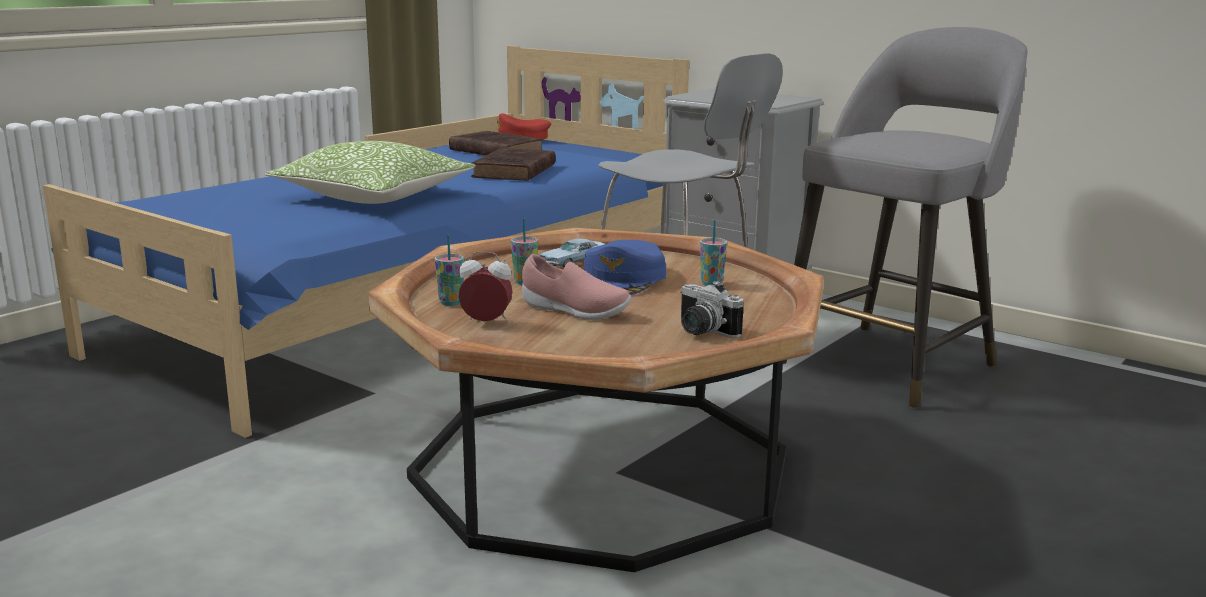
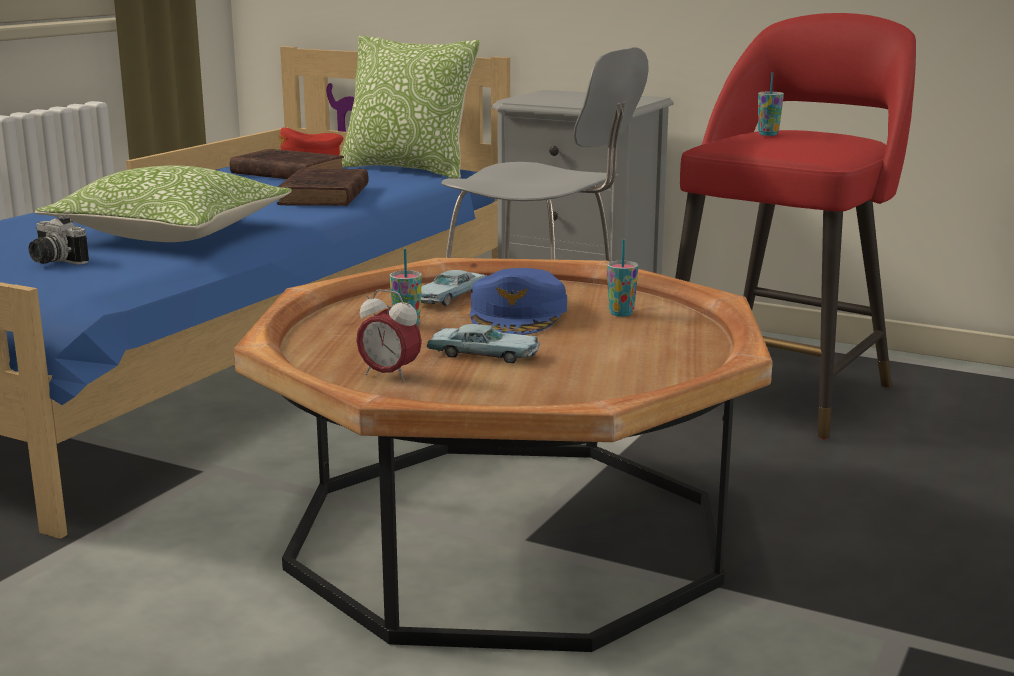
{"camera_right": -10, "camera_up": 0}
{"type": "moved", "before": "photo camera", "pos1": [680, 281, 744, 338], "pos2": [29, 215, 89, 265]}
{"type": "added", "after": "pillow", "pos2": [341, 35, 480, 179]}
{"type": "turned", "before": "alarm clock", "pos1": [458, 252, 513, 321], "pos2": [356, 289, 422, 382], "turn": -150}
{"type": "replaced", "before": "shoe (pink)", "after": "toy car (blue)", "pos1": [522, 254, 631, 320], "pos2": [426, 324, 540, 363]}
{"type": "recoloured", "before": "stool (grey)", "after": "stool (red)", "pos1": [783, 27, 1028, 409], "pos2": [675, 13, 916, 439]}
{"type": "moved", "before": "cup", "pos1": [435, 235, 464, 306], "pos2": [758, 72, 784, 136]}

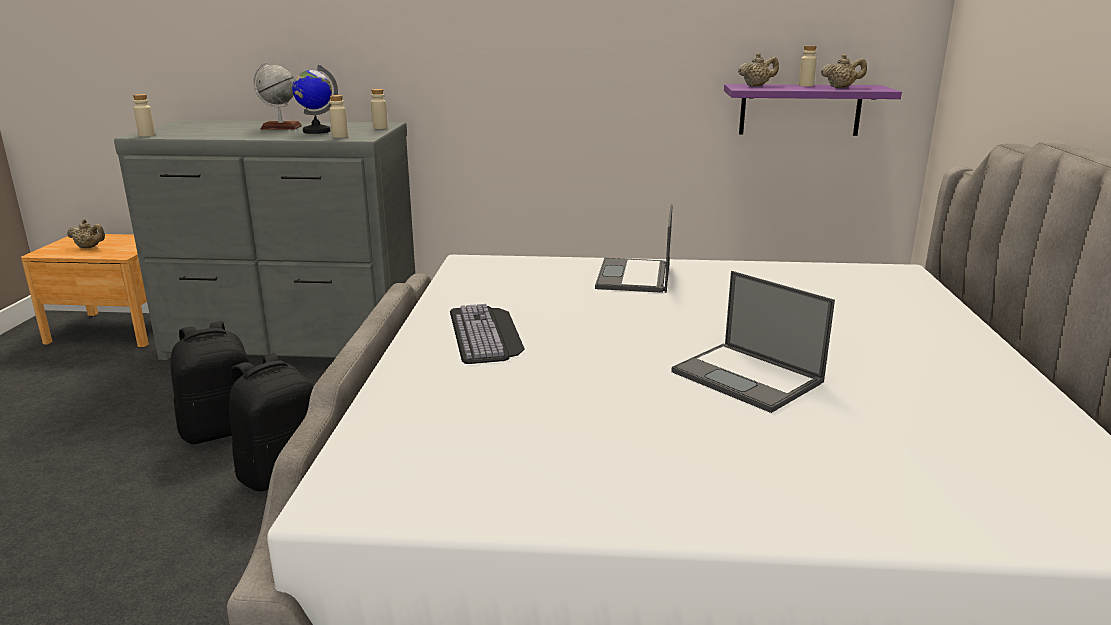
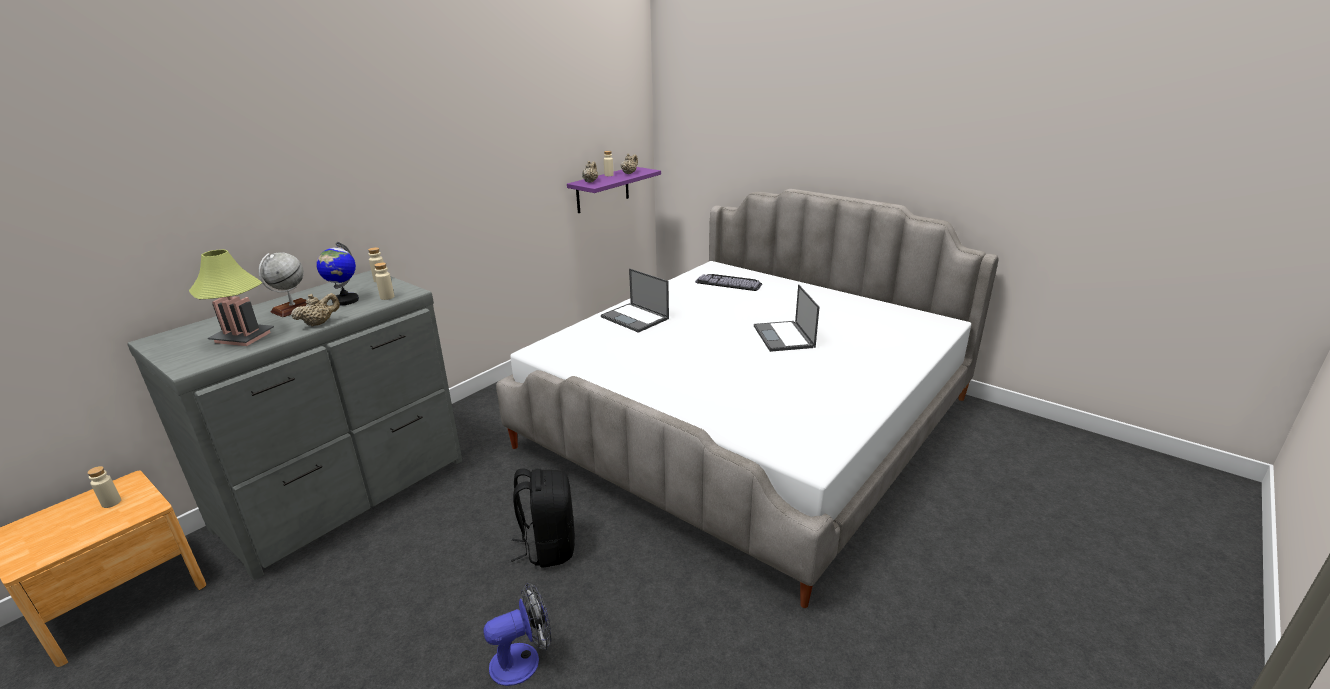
{"camera_right": -55, "camera_up": 5}
{"type": "moved", "before": "bottle (beige)", "pos1": [133, 94, 155, 137], "pos2": [87, 466, 121, 508]}
{"type": "added", "after": "table lamp", "pos2": [189, 249, 274, 346]}
{"type": "moved", "before": "teapot (beige)", "pos1": [67, 219, 105, 248], "pos2": [291, 293, 340, 327]}
{"type": "added", "after": "fan", "pos2": [483, 583, 551, 686]}
{"type": "moved", "before": "keyboard", "pos1": [450, 304, 525, 364], "pos2": [695, 274, 762, 291]}
{"type": "turned", "before": "laptop", "pos1": [671, 271, 835, 413], "pos2": [754, 284, 819, 352], "turn": 90}
{"type": "removed", "before": "backpack (black)", "pos1": [170, 322, 249, 444]}

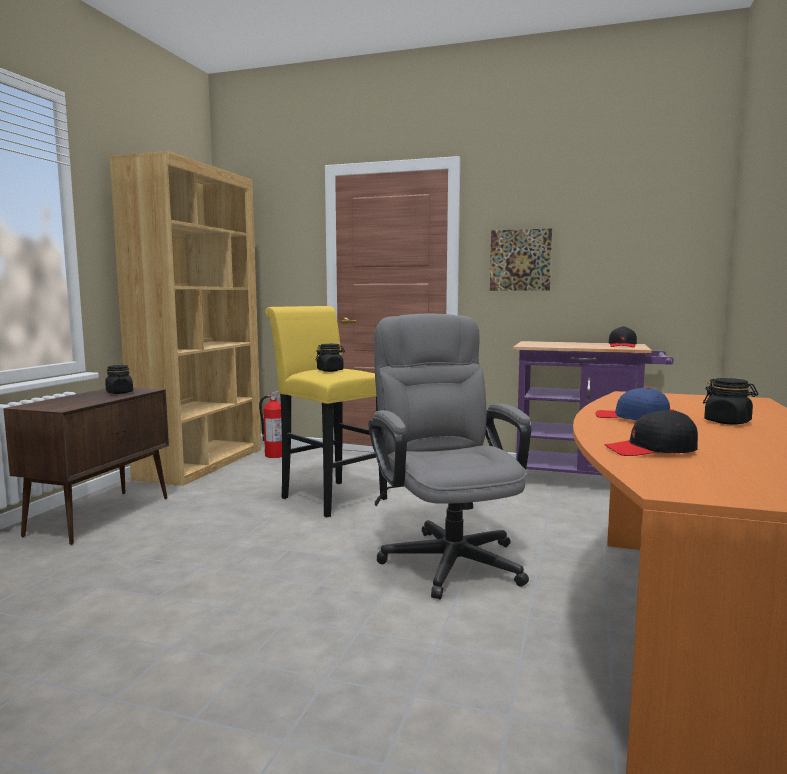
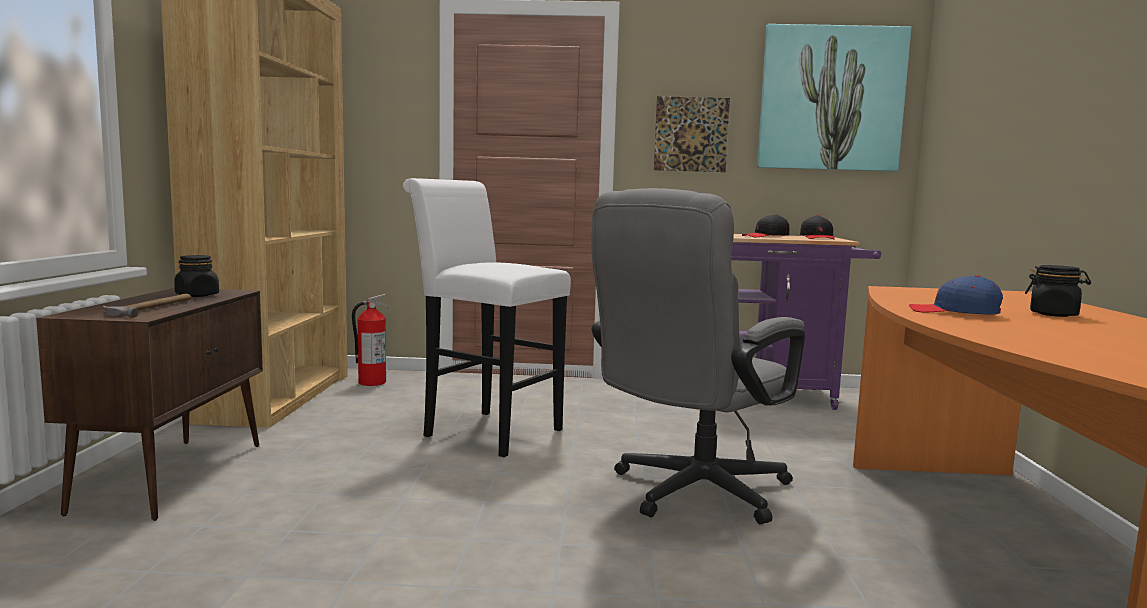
{"camera_right": -15, "camera_up": 0}
{"type": "added", "after": "hammer", "pos2": [103, 294, 191, 317]}
{"type": "recoloured", "before": "stool (yellow)", "after": "stool (white)", "pos1": [265, 306, 387, 517], "pos2": [403, 178, 571, 457]}
{"type": "turned", "before": "office chair (grey)", "pos1": [368, 314, 531, 600], "pos2": [591, 188, 805, 525], "turn": -105}
{"type": "moved", "before": "cap (black)", "pos1": [604, 409, 698, 456], "pos2": [742, 214, 789, 237]}
{"type": "added", "after": "picture", "pos2": [757, 24, 912, 171]}
{"type": "removed", "before": "jar (black)", "pos1": [316, 344, 345, 372]}

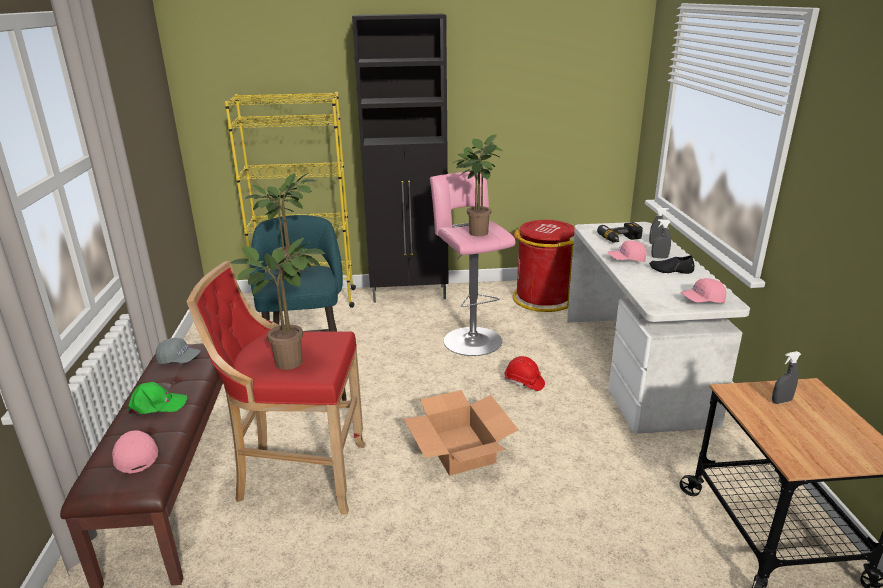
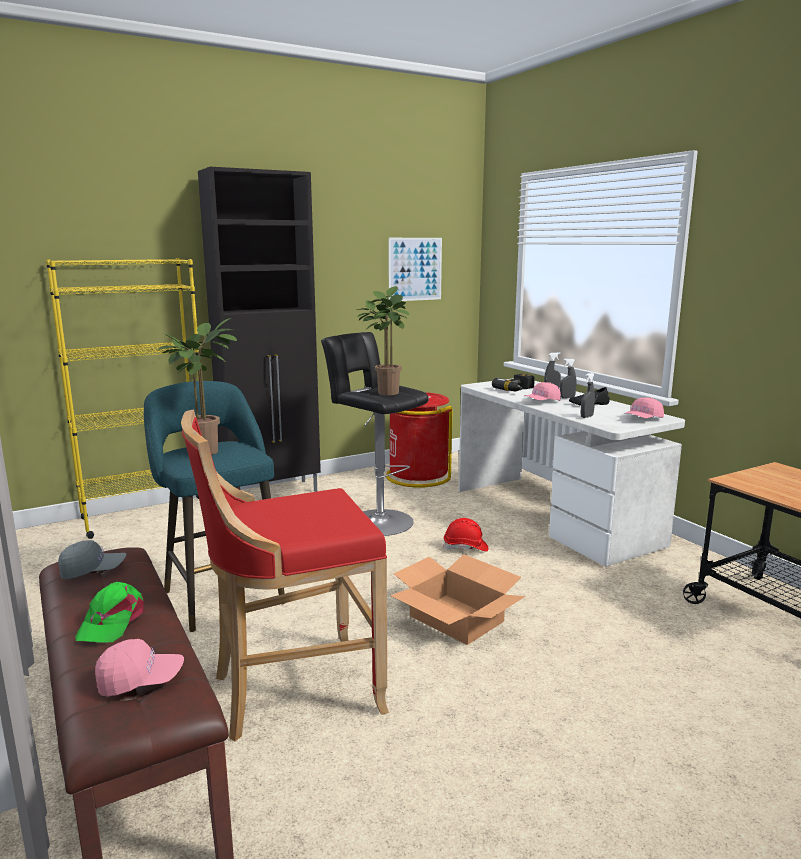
{"camera_right": -25, "camera_up": -10}
{"type": "turned", "before": "cap (green)", "pos1": [127, 382, 187, 416], "pos2": [75, 582, 144, 643], "turn": 135}
{"type": "turned", "before": "cap (pink)", "pos1": [112, 430, 159, 474], "pos2": [95, 639, 184, 696], "turn": 135}
{"type": "recoloured", "before": "stool (pink)", "after": "stool (black)", "pos1": [430, 172, 516, 356], "pos2": [321, 332, 429, 536]}
{"type": "added", "after": "picture", "pos2": [388, 238, 442, 301]}
{"type": "moved", "before": "spray bottle (grey)", "pos1": [772, 351, 801, 404], "pos2": [581, 373, 595, 418]}
{"type": "removed", "before": "potted plant", "pos1": [230, 238, 325, 370]}

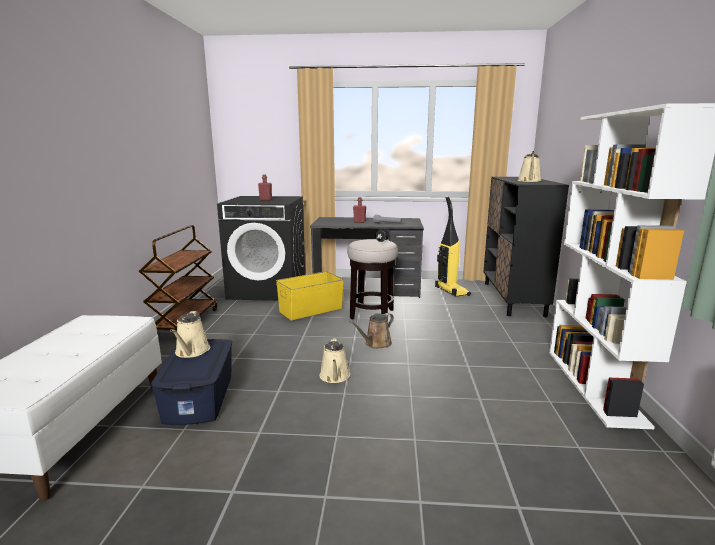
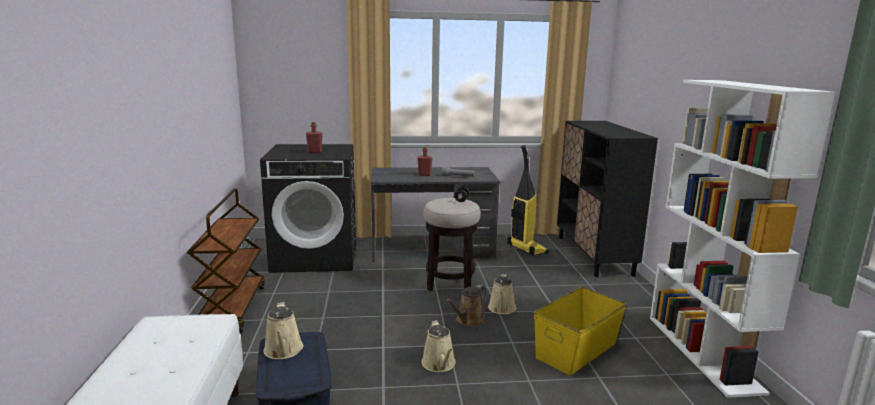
{"camera_right": -10, "camera_up": 0}
{"type": "moved", "before": "watering can (beige)", "pos1": [518, 151, 542, 182], "pos2": [488, 274, 516, 314]}
{"type": "moved", "before": "storage box (yellow)", "pos1": [276, 271, 344, 320], "pos2": [534, 287, 627, 375]}

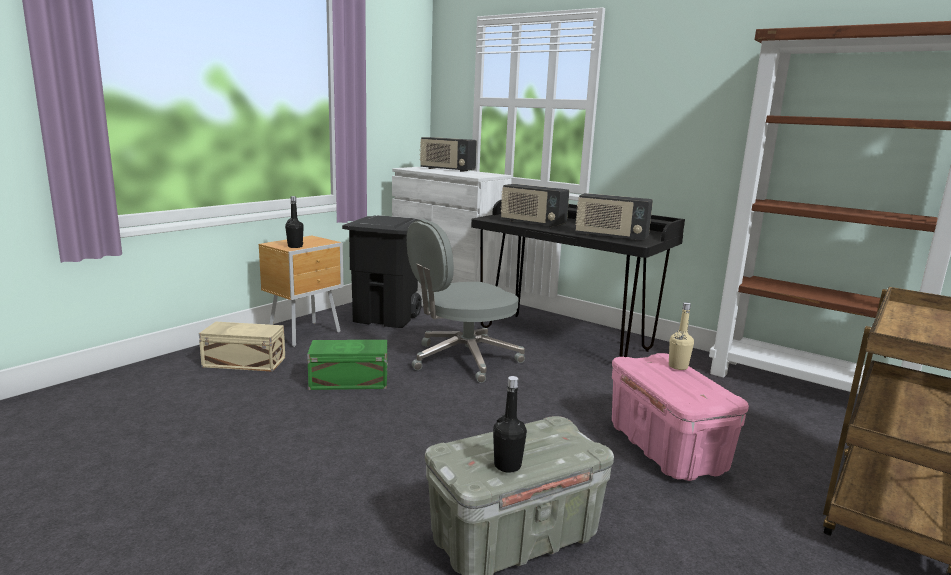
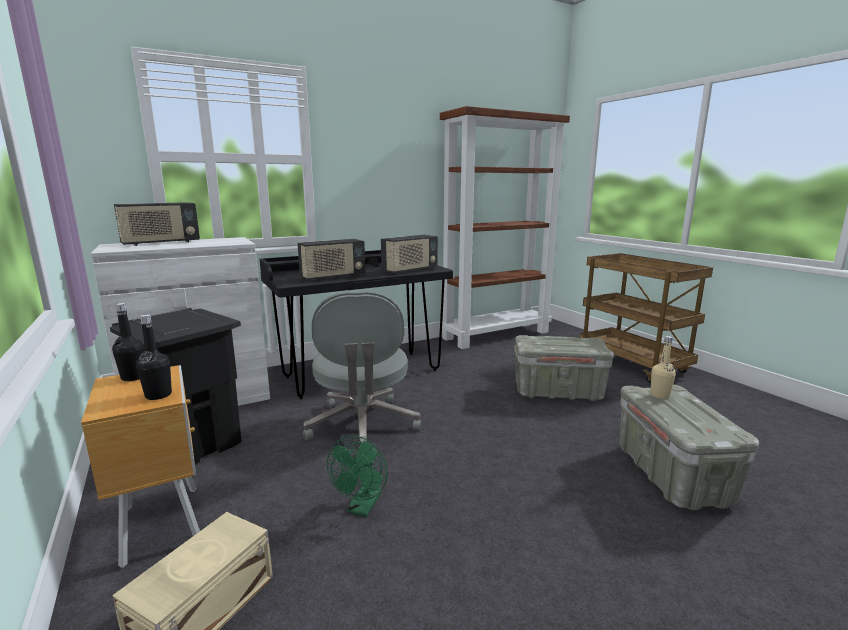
{"camera_right": -65, "camera_up": 0}
{"type": "moved", "before": "bottle (black)", "pos1": [493, 376, 527, 473], "pos2": [112, 303, 144, 381]}
{"type": "replaced", "before": "storage box (green)", "after": "fan (green)", "pos1": [307, 340, 388, 390], "pos2": [327, 436, 388, 516]}
{"type": "recoloured", "before": "storage box (pink)", "after": "storage box (grey)", "pos1": [612, 353, 749, 481], "pos2": [514, 335, 614, 401]}
{"type": "moved", "before": "bottle (beige)", "pos1": [669, 302, 694, 370], "pos2": [651, 336, 676, 399]}

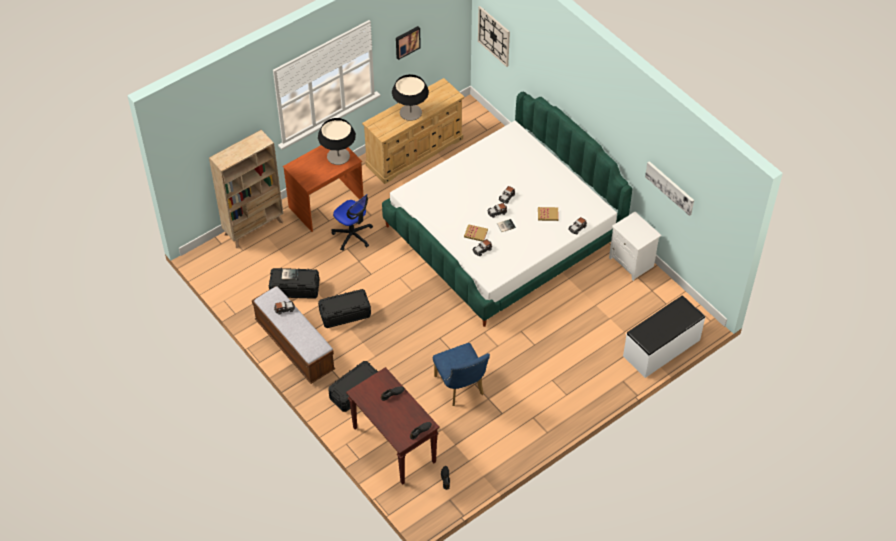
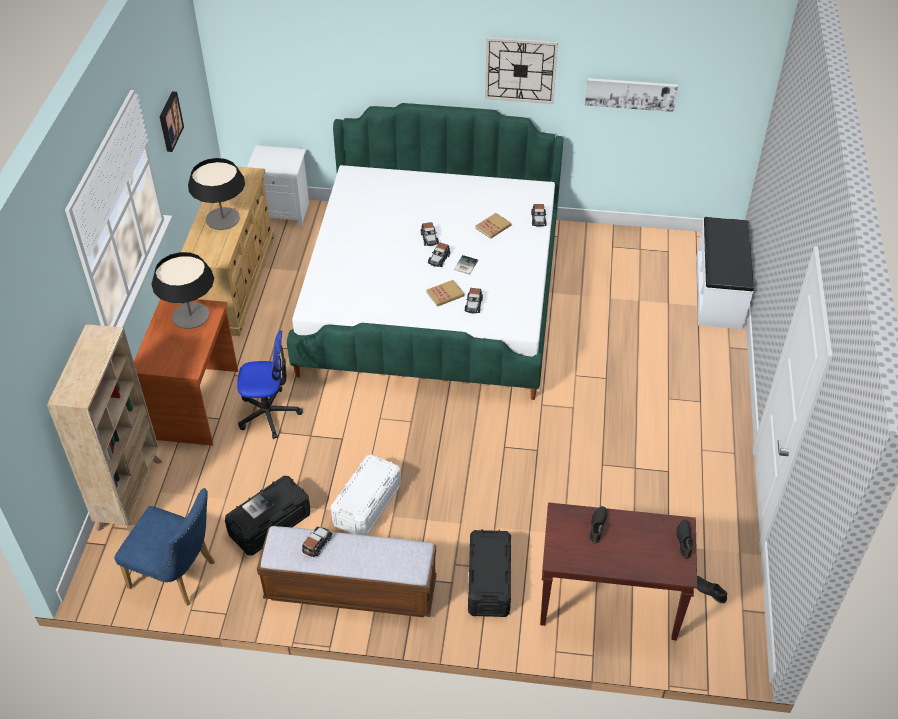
{"camera_right": -45, "camera_up": -5}
{"type": "moved", "before": "chair (blue)", "pos1": [433, 343, 490, 406], "pos2": [114, 488, 215, 606]}
{"type": "moved", "before": "nightstand (white)", "pos1": [609, 212, 661, 281], "pos2": [247, 145, 309, 227]}
{"type": "recoloured", "before": "storage box (black)", "after": "storage box (white)", "pos1": [318, 289, 371, 328], "pos2": [331, 454, 401, 535]}
{"type": "moved", "before": "wall clock", "pos1": [478, 6, 510, 67], "pos2": [485, 37, 558, 104]}

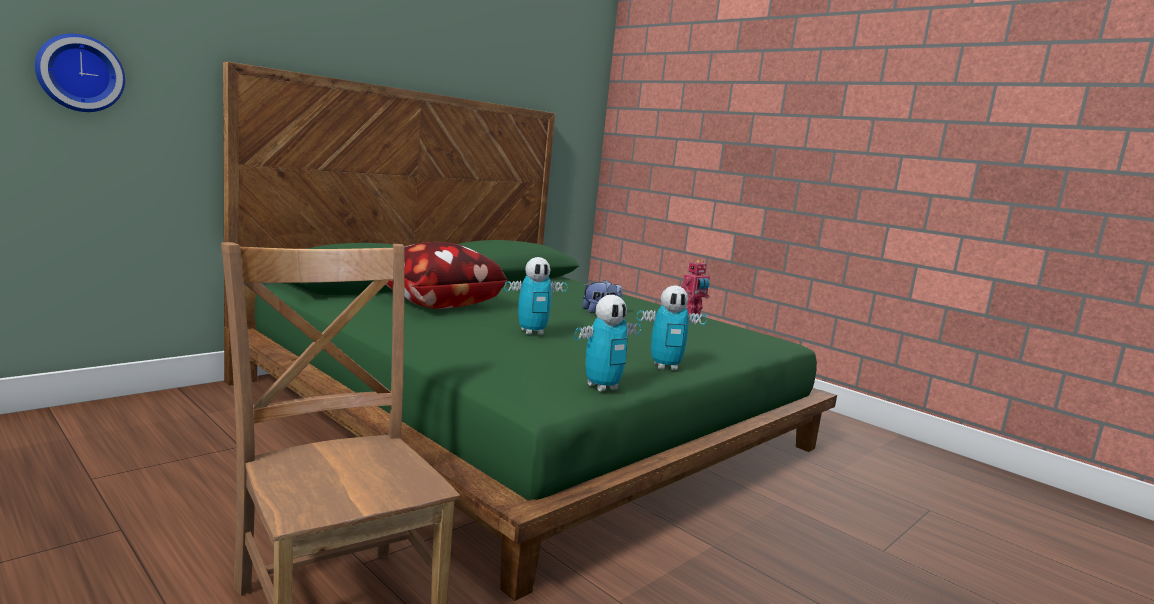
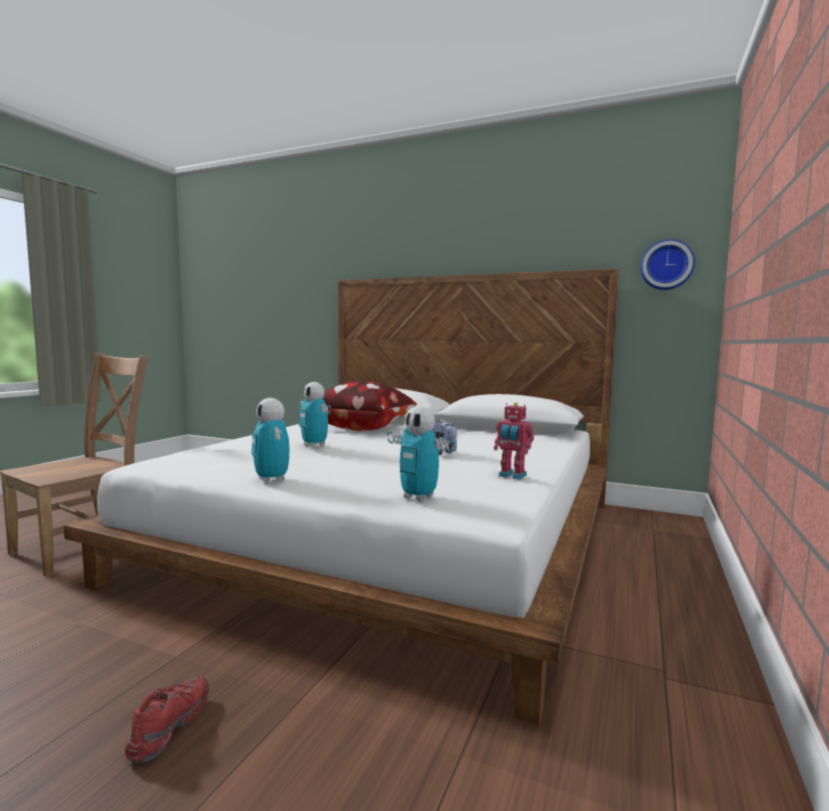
{"camera_right": 70, "camera_up": -5}
{"type": "recoloured", "before": "bed (green)", "after": "bed (white)", "pos1": [223, 62, 837, 601], "pos2": [64, 269, 619, 726]}
{"type": "added", "after": "shoe (red)", "pos2": [125, 676, 209, 763]}
{"type": "moved", "before": "toy robot", "pos1": [574, 295, 641, 391], "pos2": [387, 406, 455, 502]}
{"type": "moved", "before": "wall clock", "pos1": [35, 34, 125, 112], "pos2": [640, 239, 695, 290]}

